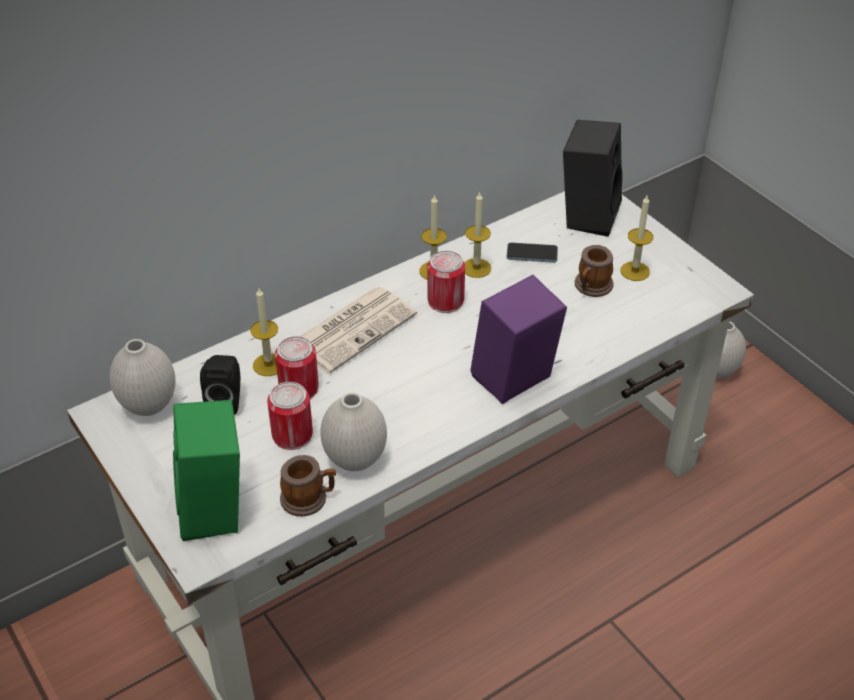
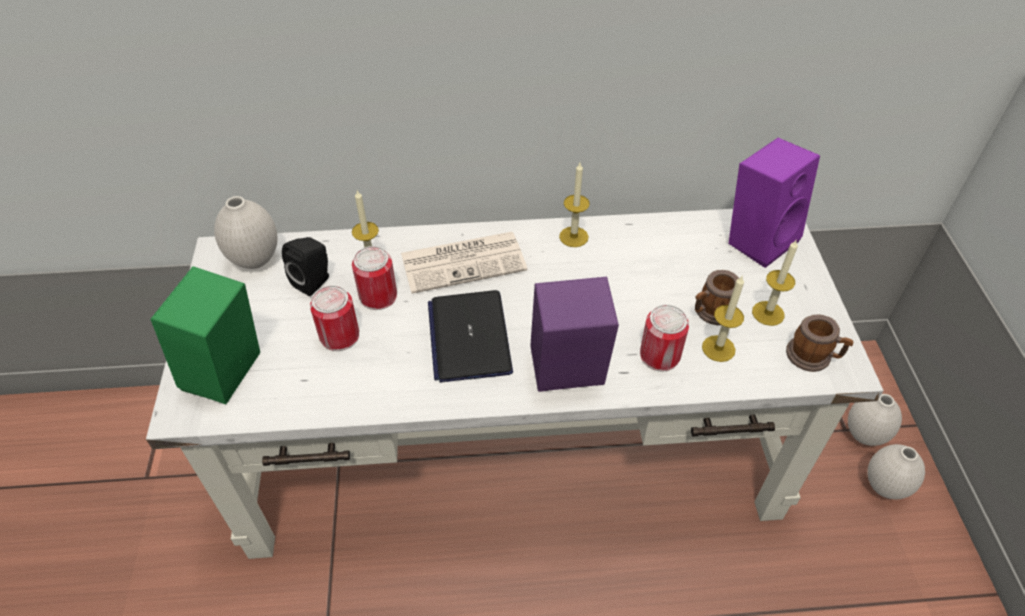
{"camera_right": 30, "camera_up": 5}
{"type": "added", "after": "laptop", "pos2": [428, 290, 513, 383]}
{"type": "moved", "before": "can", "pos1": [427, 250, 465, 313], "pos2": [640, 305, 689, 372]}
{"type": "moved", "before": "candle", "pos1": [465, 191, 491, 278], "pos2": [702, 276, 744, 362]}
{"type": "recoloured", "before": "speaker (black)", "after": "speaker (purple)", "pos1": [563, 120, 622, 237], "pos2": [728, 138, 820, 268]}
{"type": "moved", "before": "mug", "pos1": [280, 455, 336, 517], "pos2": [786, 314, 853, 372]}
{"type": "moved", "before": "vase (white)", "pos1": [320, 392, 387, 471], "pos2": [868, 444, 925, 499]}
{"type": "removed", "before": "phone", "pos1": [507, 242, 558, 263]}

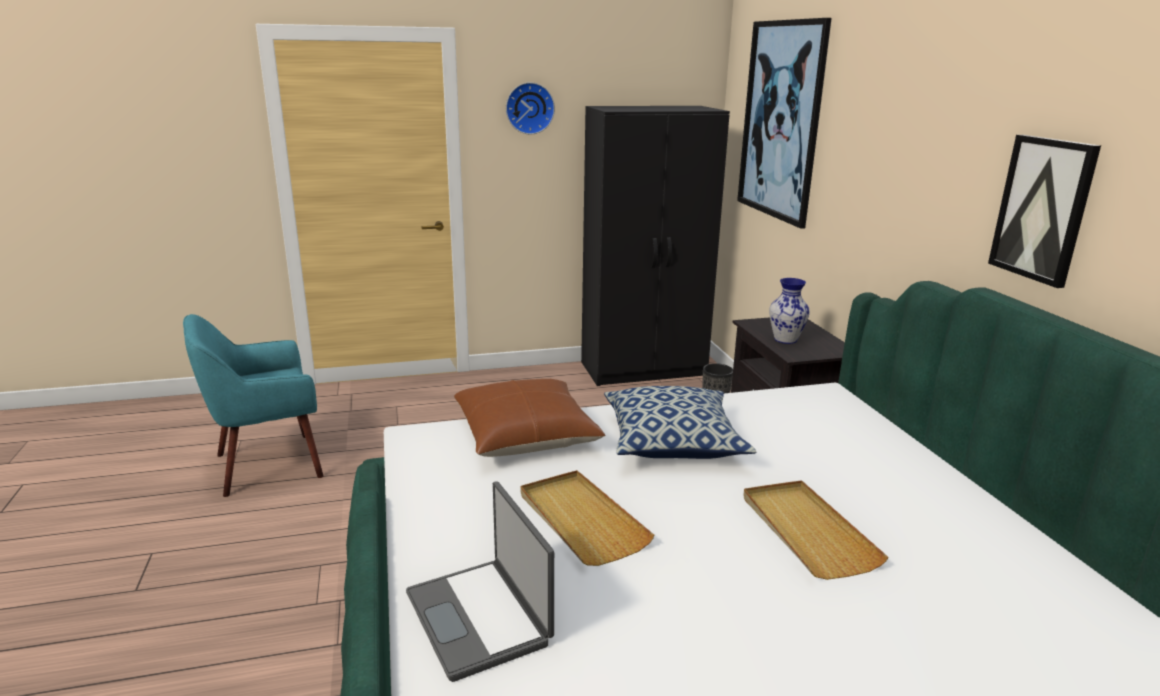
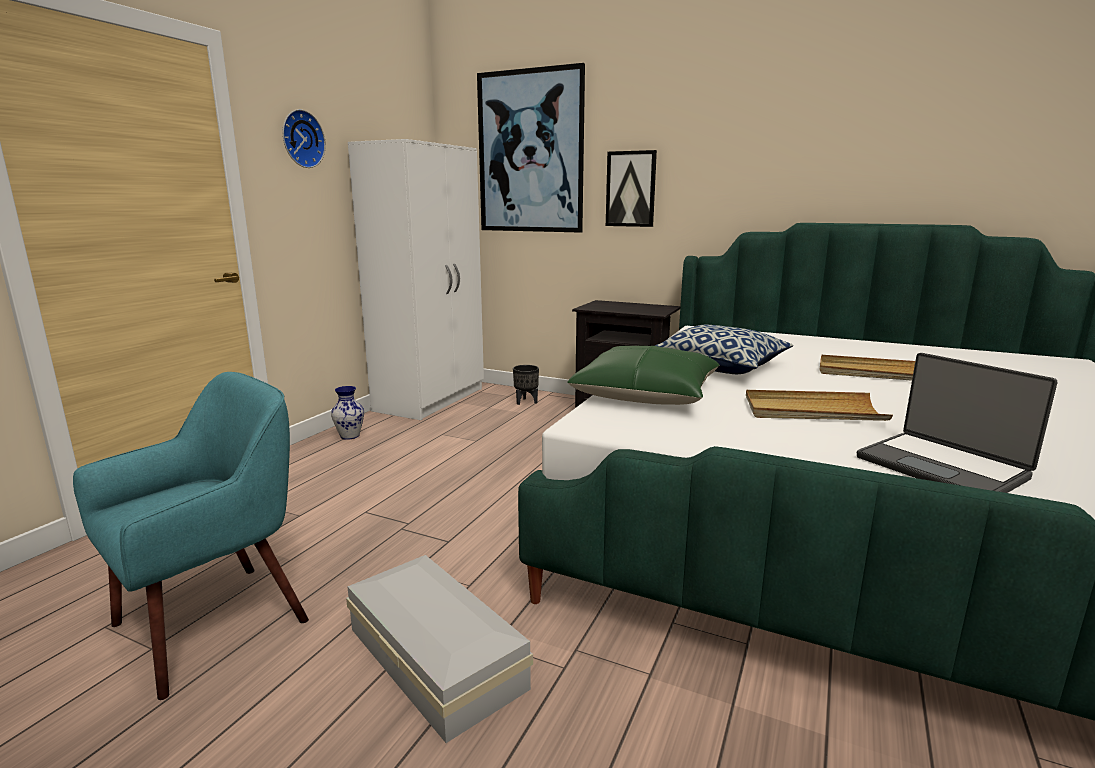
{"camera_right": -50, "camera_up": -5}
{"type": "turned", "before": "armchair (turquoise)", "pos1": [183, 314, 324, 497], "pos2": [73, 372, 309, 700], "turn": -150}
{"type": "moved", "before": "vase", "pos1": [769, 278, 810, 344], "pos2": [331, 386, 364, 440]}
{"type": "added", "after": "storage box (white)", "pos2": [346, 555, 533, 743]}
{"type": "recoloured", "before": "wardrobe (black)", "after": "wardrobe (white)", "pos1": [581, 106, 730, 386], "pos2": [348, 139, 484, 420]}
{"type": "recoloured", "before": "pillow (brown)", "after": "pillow (green)", "pos1": [454, 379, 605, 457], "pos2": [567, 346, 719, 405]}
{"type": "moved", "before": "picture", "pos1": [988, 135, 1101, 288], "pos2": [606, 150, 657, 227]}
{"type": "turned", "before": "laptop", "pos1": [406, 481, 554, 682], "pos2": [857, 353, 1058, 493], "turn": 45}

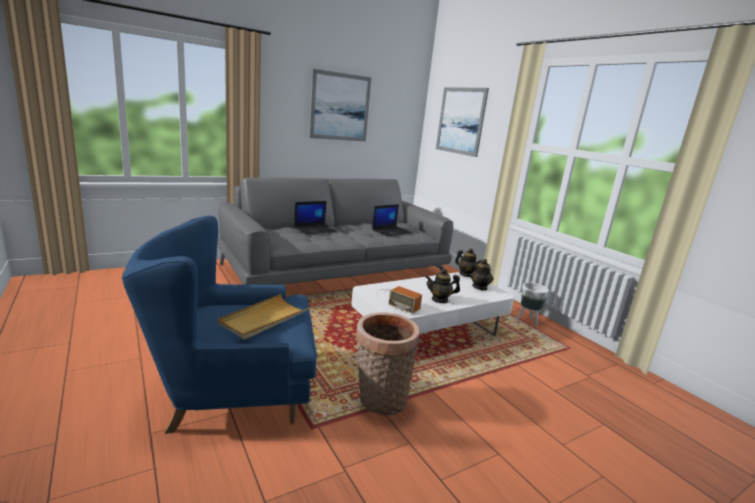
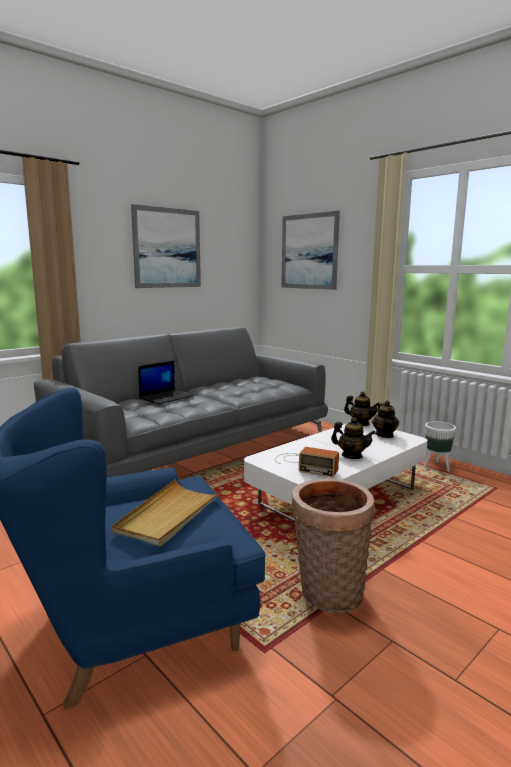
{"camera_right": -10, "camera_up": -5}
{"type": "turned", "before": "teapot", "pos1": [425, 269, 460, 303], "pos2": [331, 417, 375, 459], "turn": -135}
{"type": "removed", "before": "laptop", "pos1": [372, 204, 412, 237]}

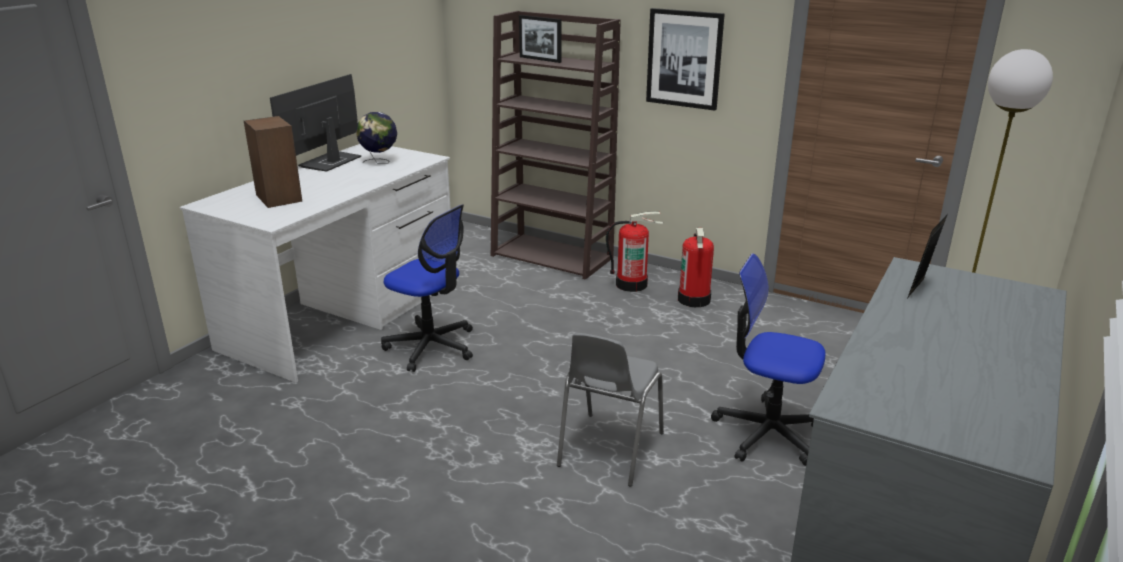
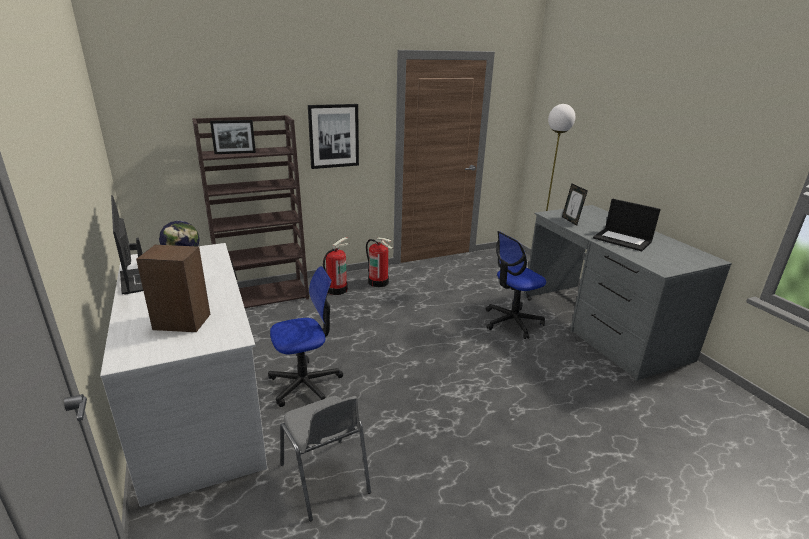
{"camera_right": -55, "camera_up": 0}
{"type": "moved", "before": "chair (grey)", "pos1": [557, 333, 664, 487], "pos2": [280, 396, 371, 521]}
{"type": "added", "after": "laptop", "pos2": [593, 198, 661, 251]}

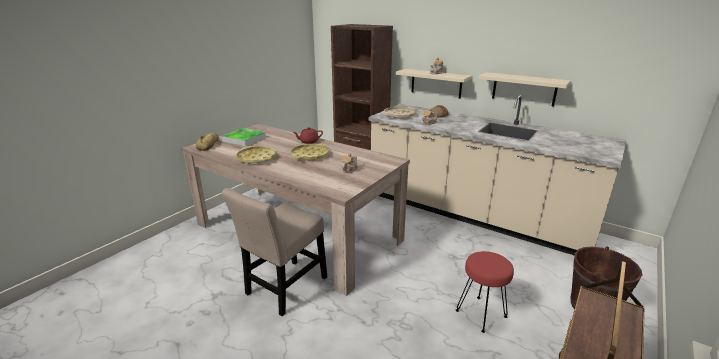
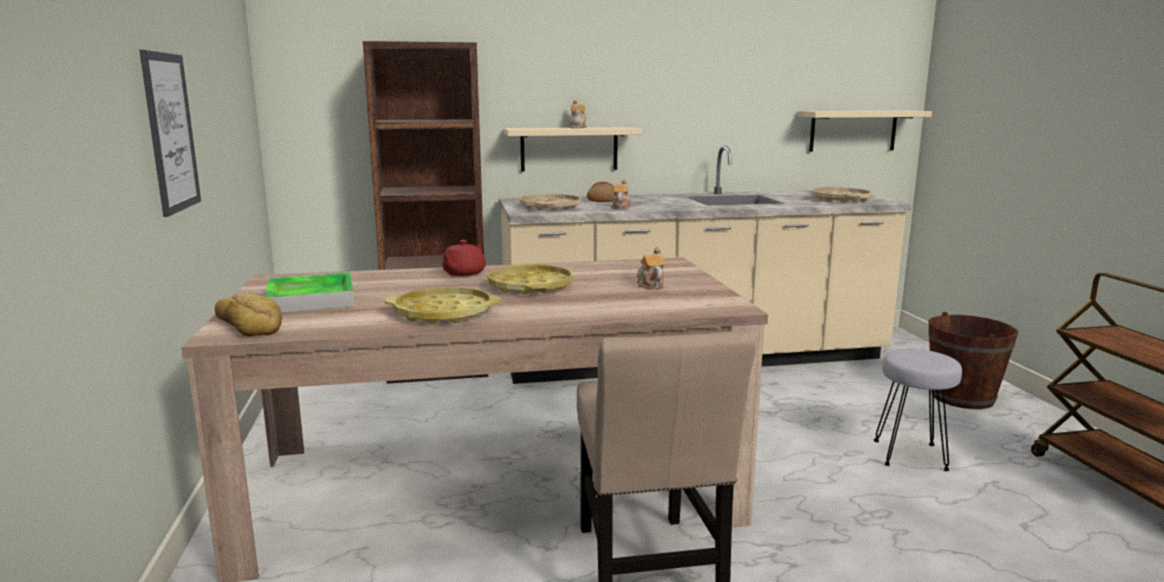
{"camera_right": -45, "camera_up": -10}
{"type": "added", "after": "picture", "pos2": [139, 50, 201, 217]}
{"type": "moved", "before": "shelf (beige)", "pos1": [479, 72, 571, 107], "pos2": [798, 110, 932, 152]}
{"type": "added", "after": "tray (beige)", "pos2": [811, 187, 872, 203]}
{"type": "recoloured", "before": "stool (red)", "after": "stool (grey)", "pos1": [456, 251, 514, 333], "pos2": [874, 349, 962, 471]}

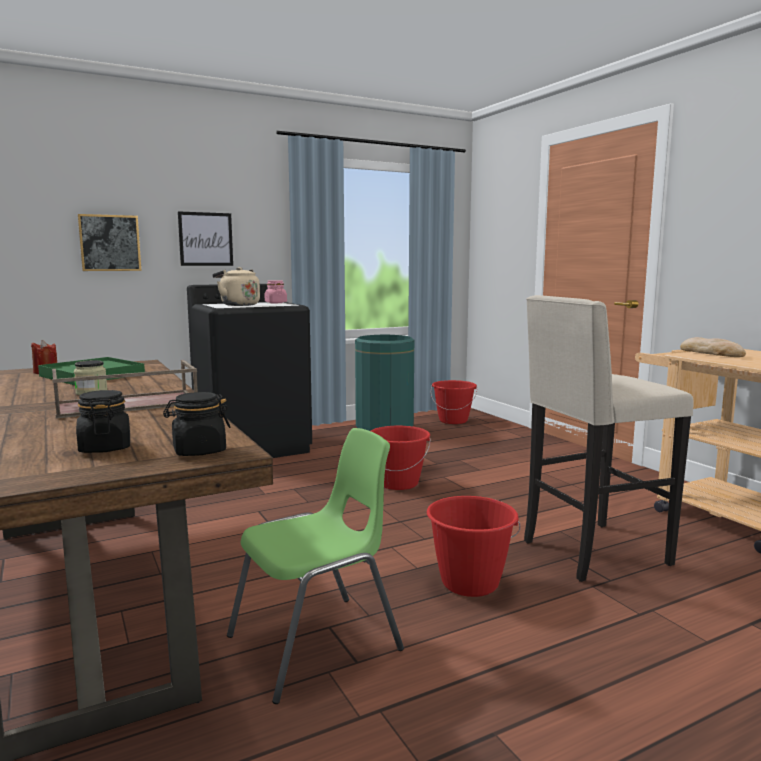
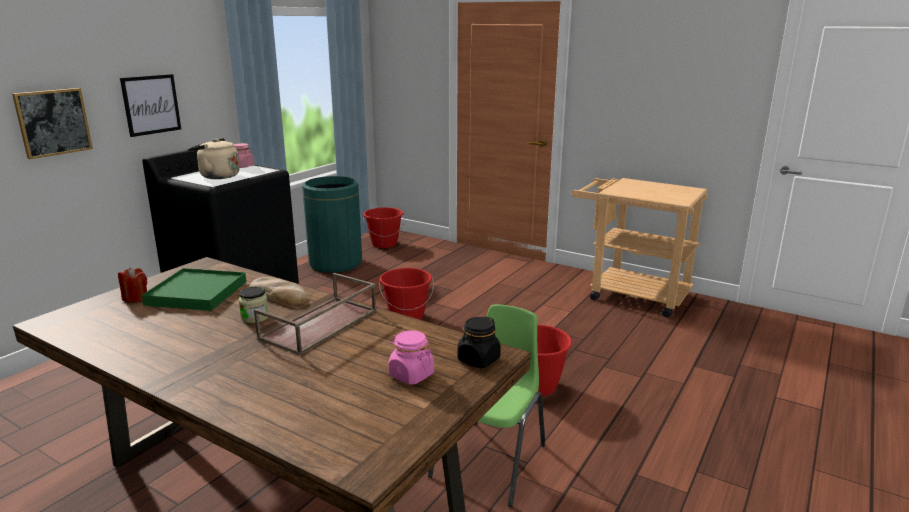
{"camera_right": -30, "camera_up": 10}
{"type": "moved", "before": "bread", "pos1": [680, 337, 746, 357], "pos2": [249, 277, 307, 305]}
{"type": "recoloured", "before": "jar (black)", "after": "jar (pink)", "pos1": [76, 390, 130, 453], "pos2": [389, 330, 434, 385]}
{"type": "removed", "before": "stool (beige)", "pos1": [524, 295, 694, 582]}

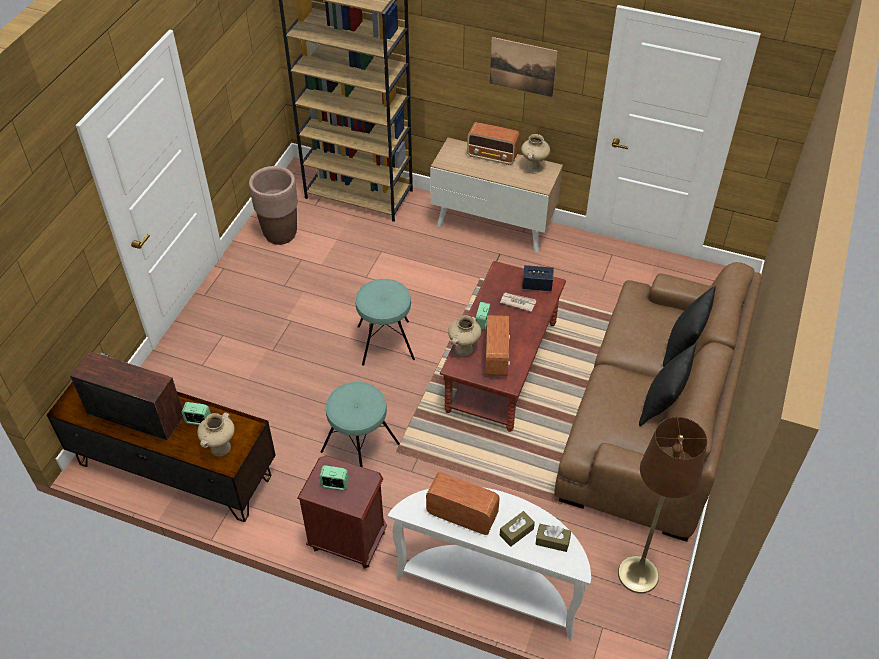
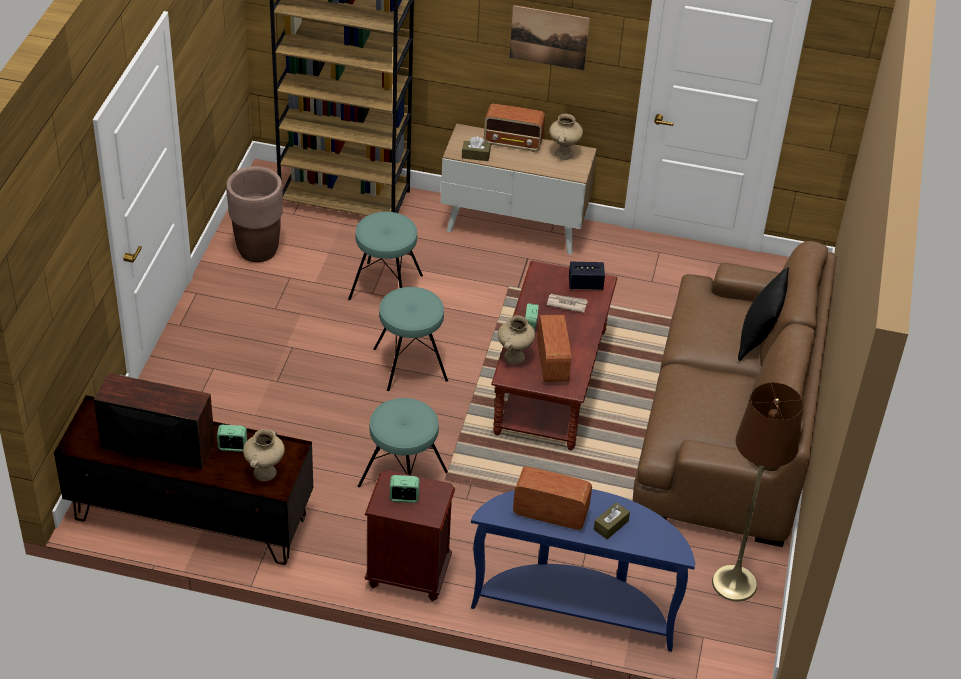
{"camera_right": -10, "camera_up": -5}
{"type": "added", "after": "stool (turquoise)", "pos2": [348, 212, 423, 300]}
{"type": "moved", "before": "tissue box (brown)", "pos1": [535, 524, 571, 552], "pos2": [462, 136, 491, 161]}
{"type": "recoloured", "before": "console table (white)", "after": "console table (blue)", "pos1": [388, 487, 591, 640], "pos2": [471, 489, 695, 652]}
{"type": "removed", "before": "pillow (black)", "pos1": [639, 343, 697, 426]}

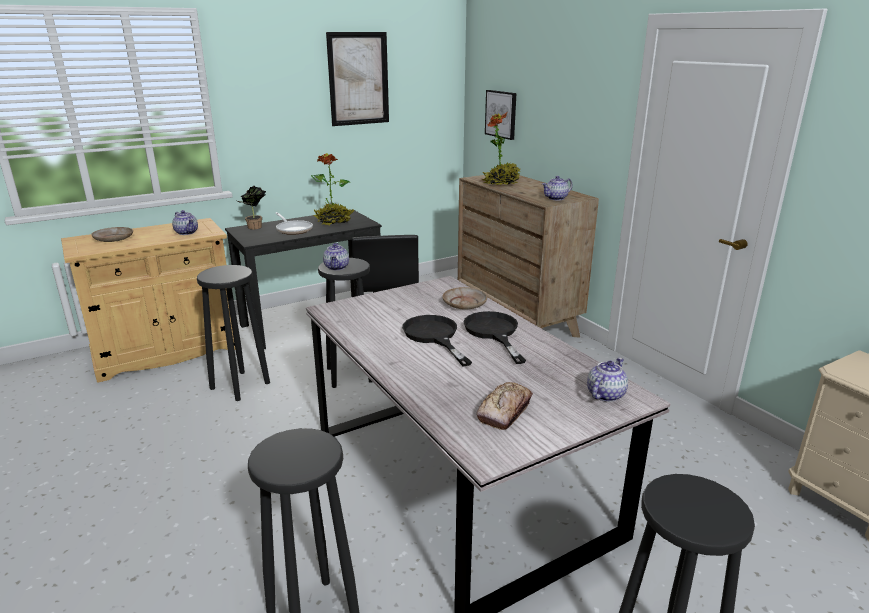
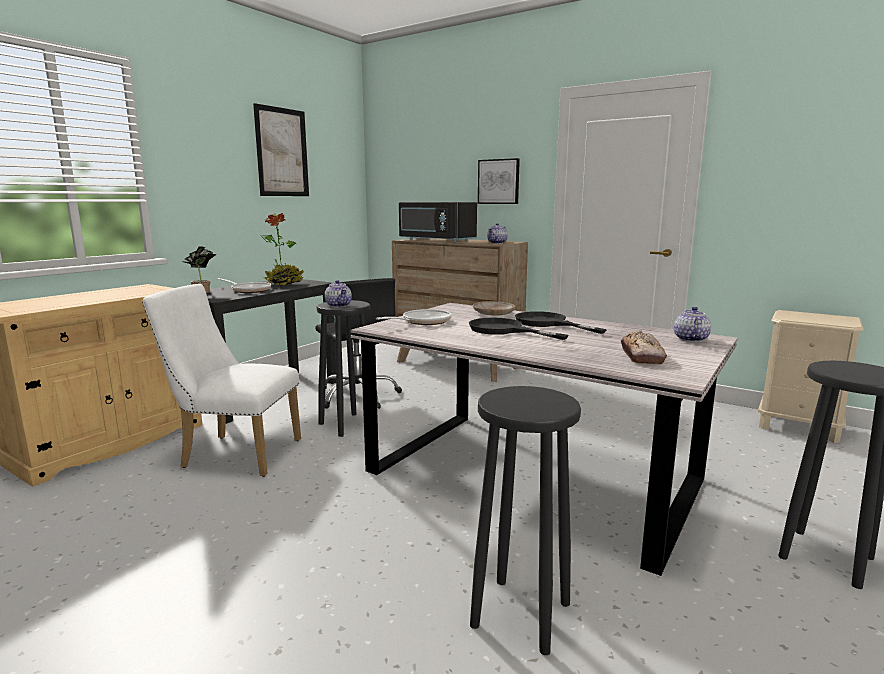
{"camera_right": -25, "camera_up": -10}
{"type": "replaced", "before": "stool (black)", "after": "chair (white)", "pos1": [197, 265, 270, 401], "pos2": [142, 284, 301, 477]}
{"type": "added", "after": "frying pan", "pos2": [376, 309, 452, 325]}
{"type": "replaced", "before": "potted plant", "after": "microwave (black)", "pos1": [482, 112, 520, 185], "pos2": [399, 202, 477, 242]}
{"type": "moved", "before": "picture", "pos1": [485, 90, 516, 140], "pos2": [478, 158, 520, 204]}
{"type": "removed", "before": "plate (beige)", "pos1": [91, 227, 133, 242]}
{"type": "removed", "before": "teapot", "pos1": [172, 210, 198, 235]}

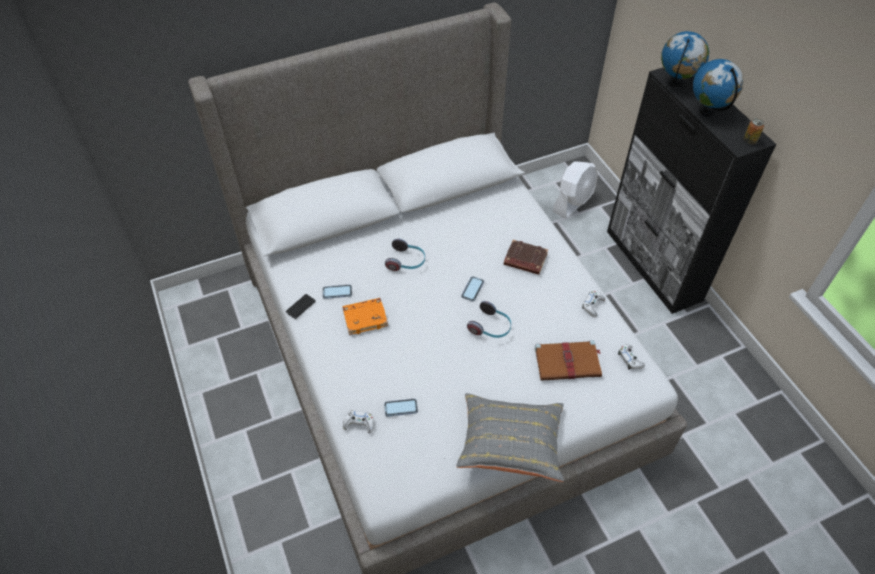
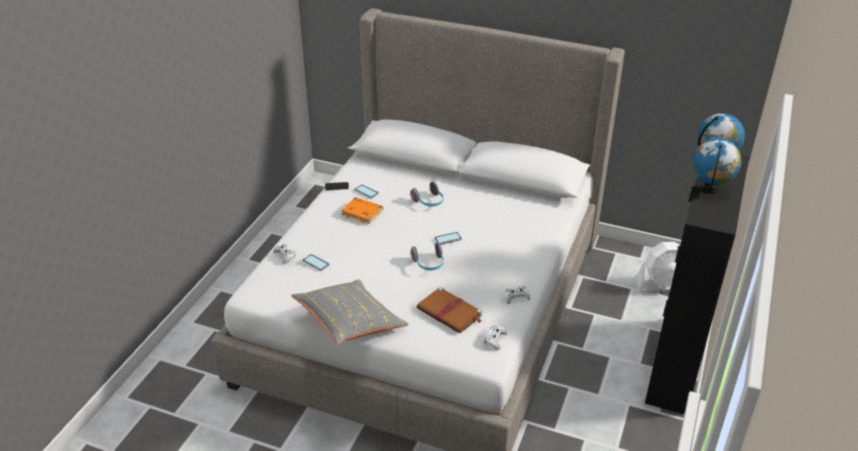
{"camera_right": 45, "camera_up": -15}
{"type": "removed", "before": "book (brown)", "pos1": [504, 240, 548, 275]}
{"type": "removed", "before": "can", "pos1": [743, 118, 764, 144]}

